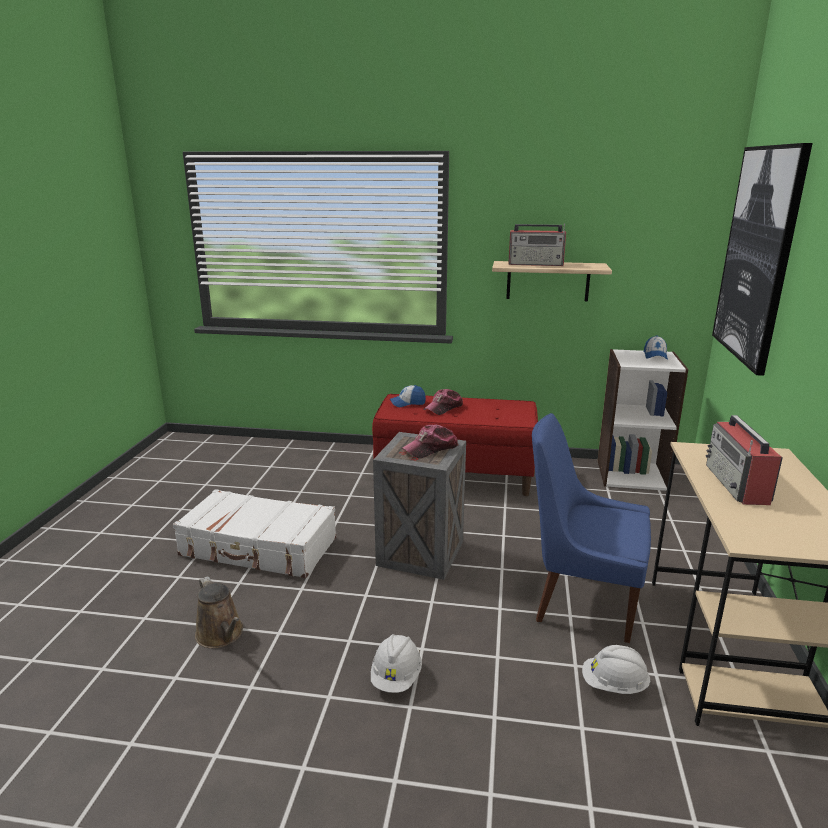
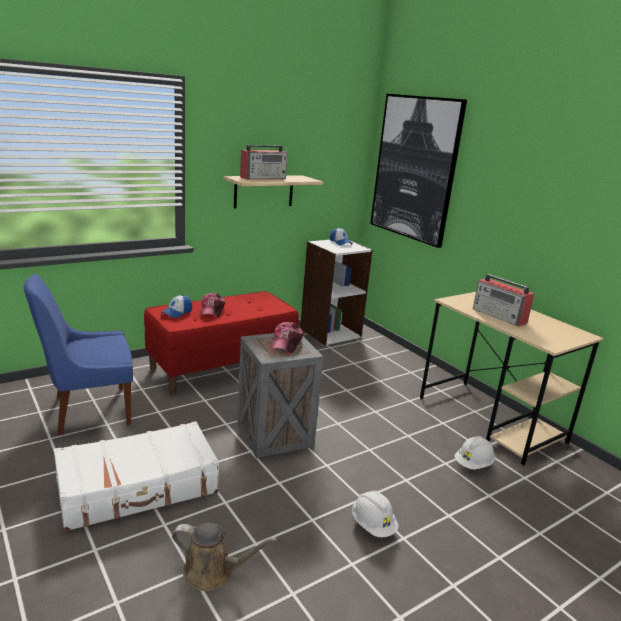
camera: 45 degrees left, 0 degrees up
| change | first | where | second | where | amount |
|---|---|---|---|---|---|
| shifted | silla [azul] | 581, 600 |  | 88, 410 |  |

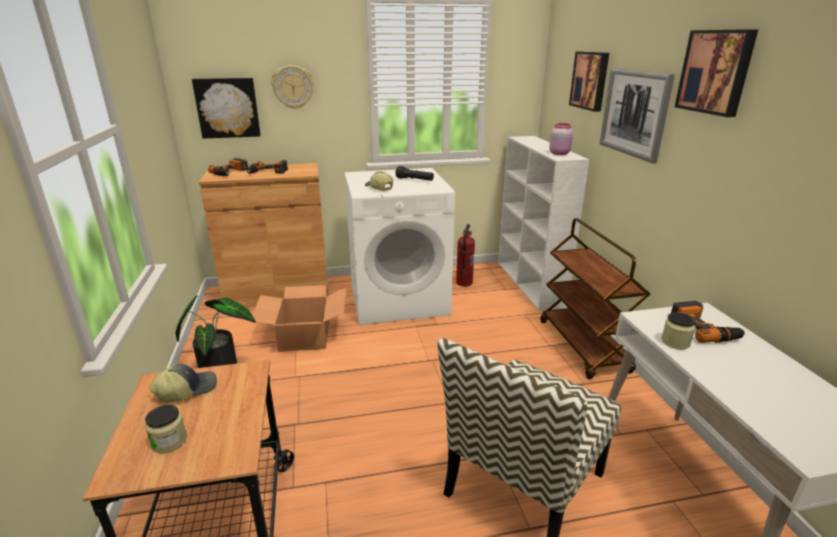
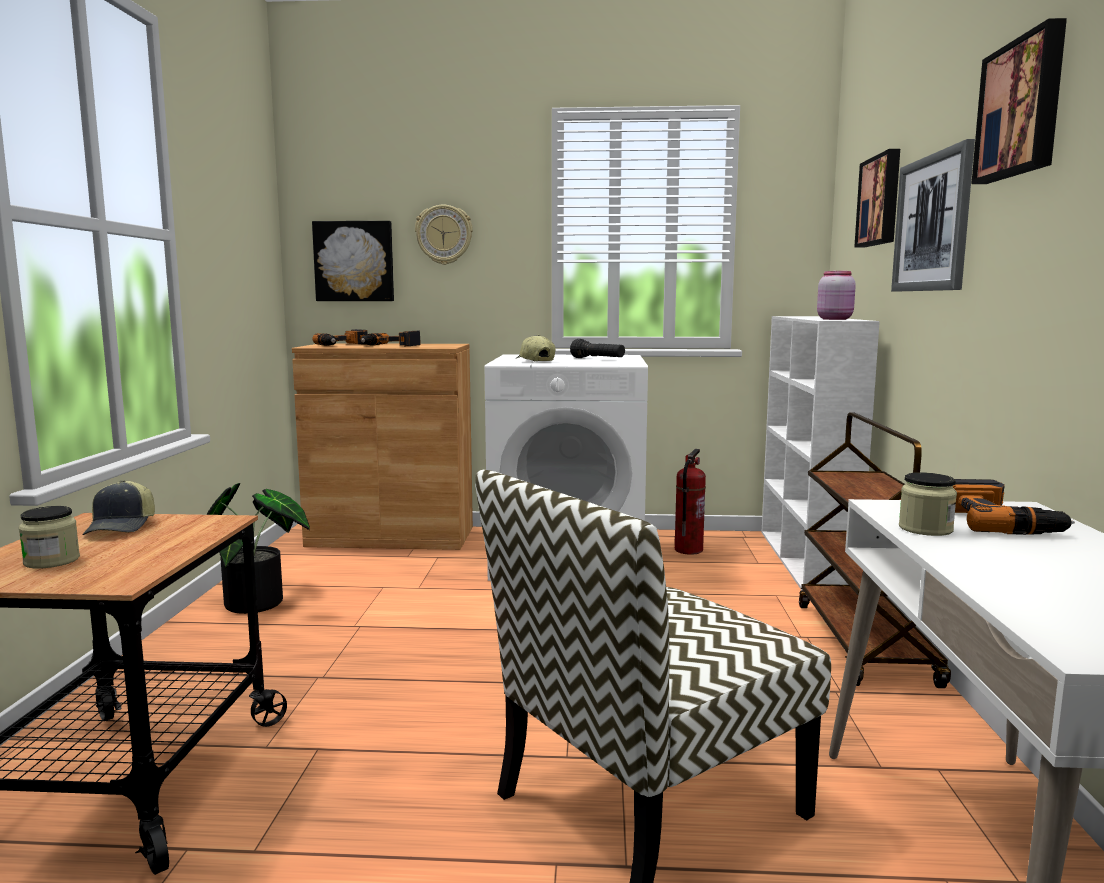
camera: 15 degrees right, 15 degrees down
| change | first | where | second | where | amount |
|---|---|---|---|---|---|
| gone | caja de cartón | 304, 336 |  |  |  |
| rotated | gorra | 187, 389 |  | 122, 527 | 105 degrees clockwise |

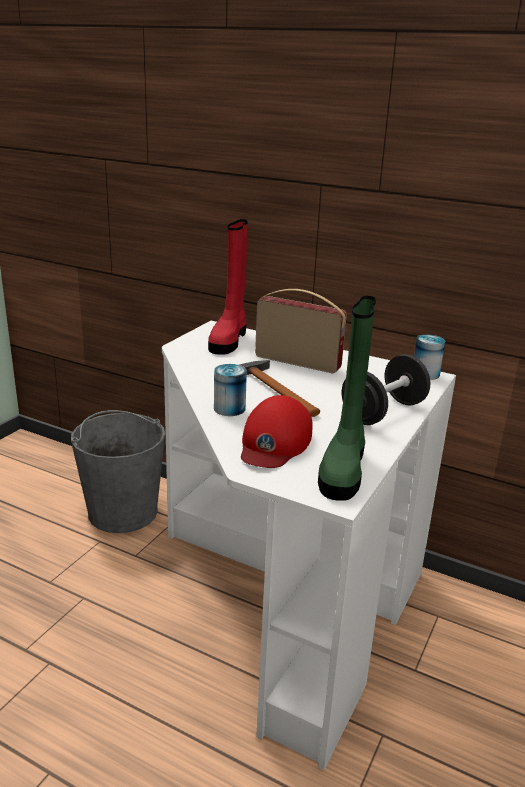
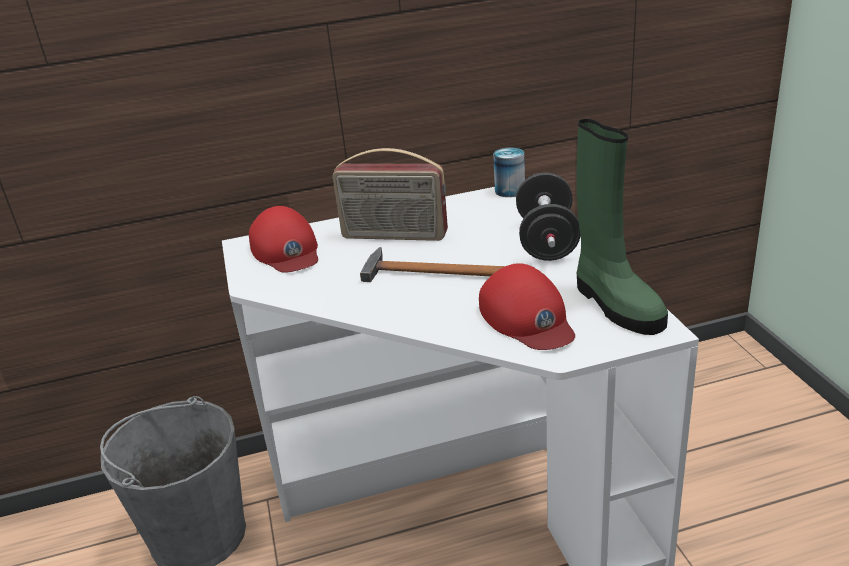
camera: 40 degrees left, 5 degrees up
| change | first | where | second | where | amount |
|---|---|---|---|---|---|
| swapped | bota [rojo] | 229, 340 | gorra [rojo] | 286, 250 |  |
| rotated | radio | 298, 362 |  | 394, 236 | 150 degrees counterclockwise |
| gone | lata | 229, 408 |  |  |  |

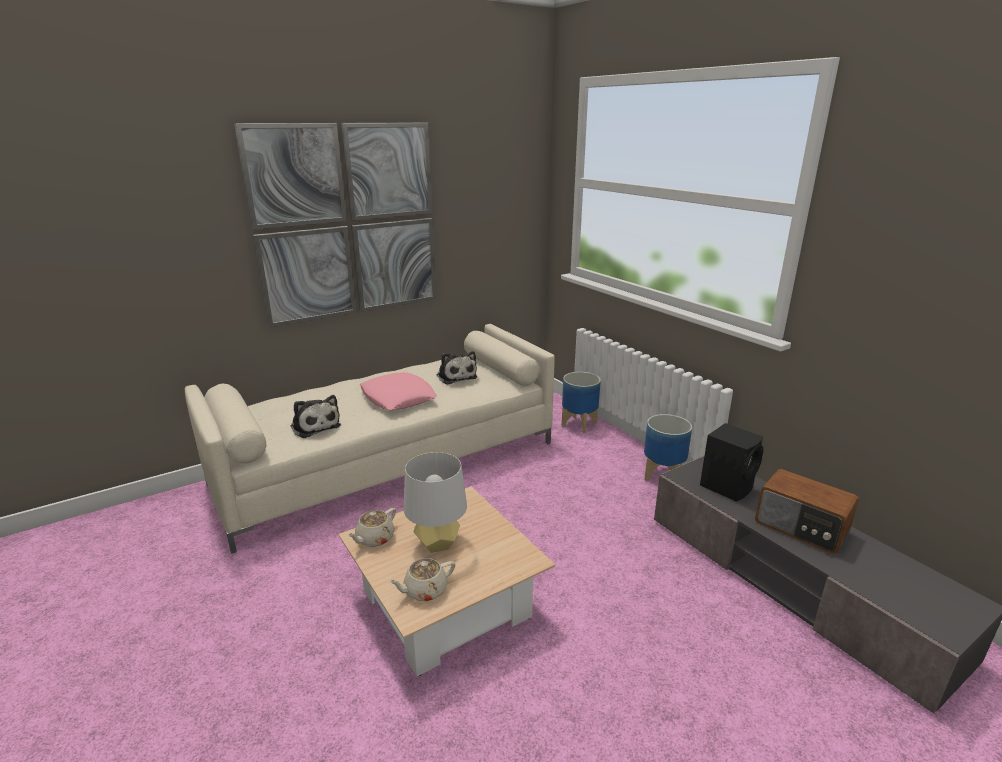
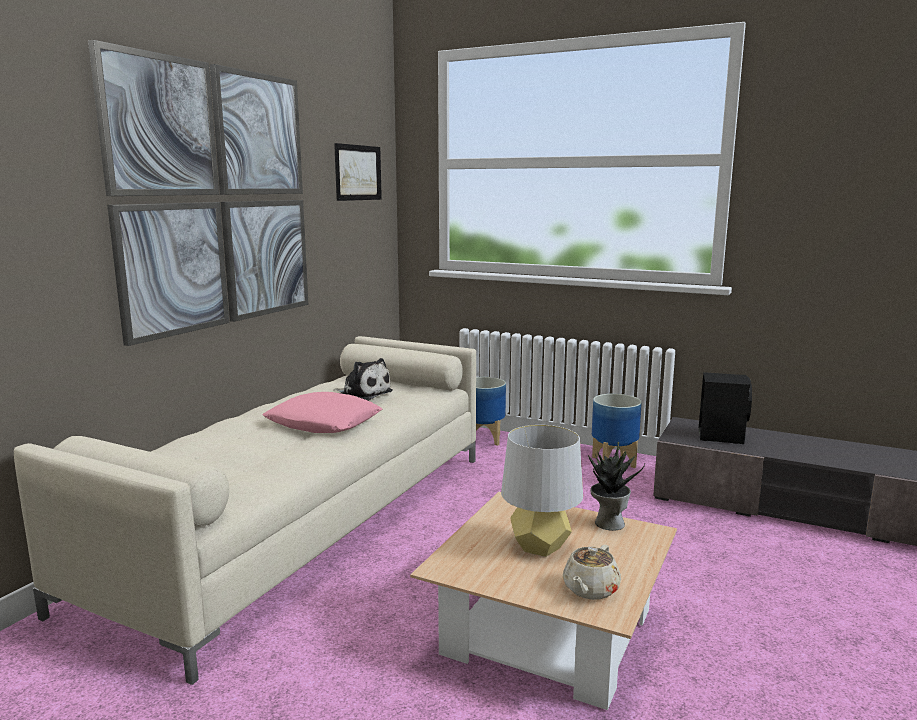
camera: 30 degrees left, 10 degrees down
| change | first | where | second | where | amount |
|---|---|---|---|---|---|
| gone | peluche | 315, 426 |  |  |  |
| gone | radio | 801, 527 |  |  |  |
| gone | tetera [beis] | 374, 538 |  |  |  |
| new |  |  | cuadro | 358, 172 |  |
| new |  |  | planta en maceta | 608, 523 |  |

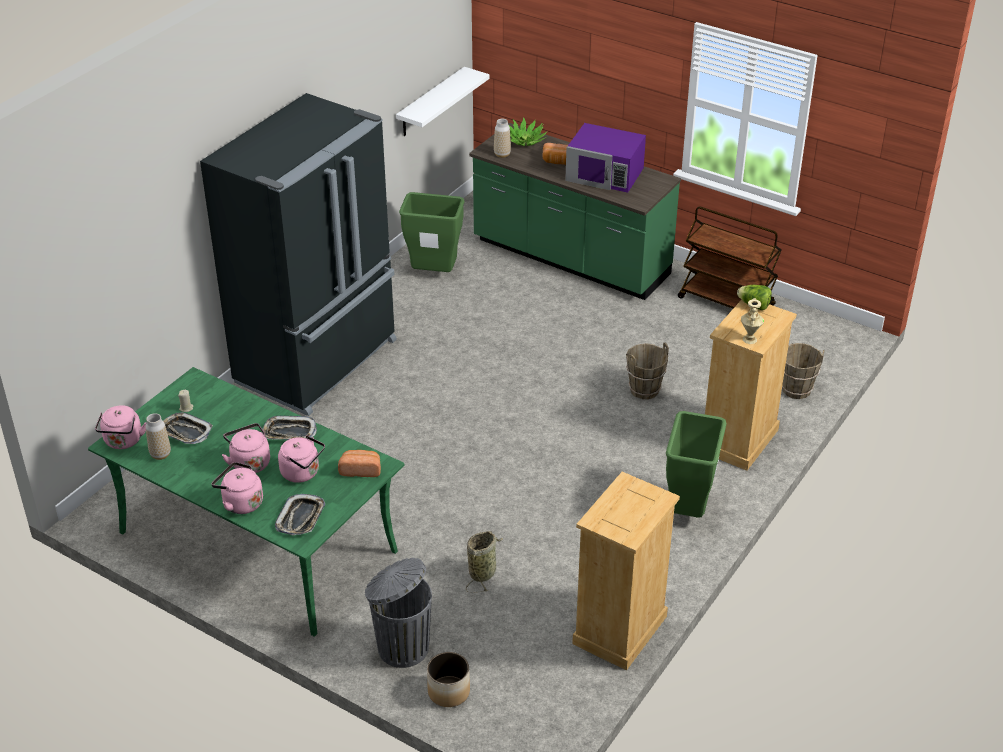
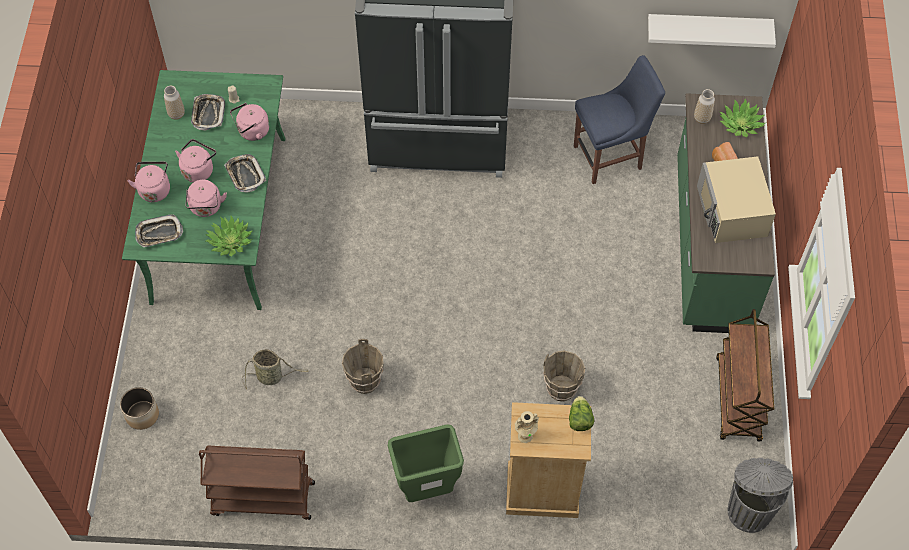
camera: 60 degrees right, 20 degrees up
| change | first | where | second | where | amount |
|---|---|---|---|---|---|
| repainted | microondas [morado] | 605, 174 | microondas [beis] | 732, 211 |  |
| swapped | papelera [verde] | 435, 274 | silla [azul] | 611, 156 |  |
| shifted | cubo [marrón] | 796, 390 |  | 364, 381 |  |
| shifted | hervidor [rosa] | 123, 442 |  | 252, 132 |  |
| swapped | pan | 360, 470 | planta en maceta | 230, 241 |  |
| swapped | cómoda [beis] | 620, 630 | carrito [marrón] | 262, 499 |  |
| shifted | papelera [gris] | 401, 647 |  | 749, 510 |  |

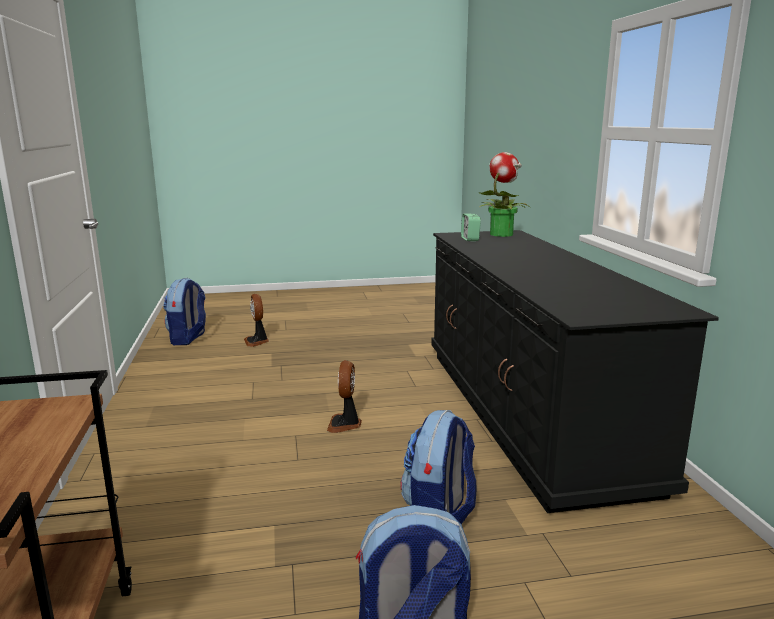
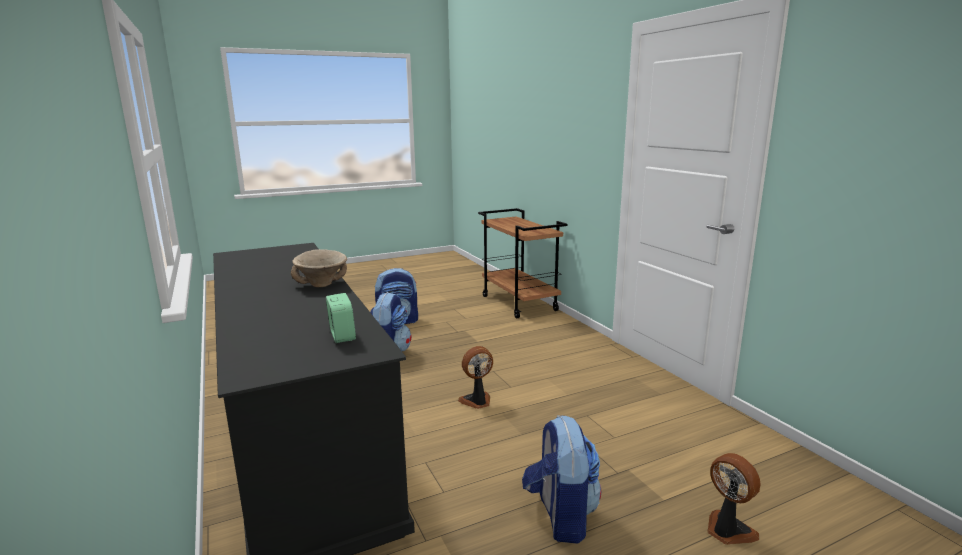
camera: 165 degrees right, 0 degrees up
| change | first | where | second | where | amount |
|---|---|---|---|---|---|
| gone | planta en maceta | 501, 234 |  |  |  |
| shifted | mochila | 188, 339 |  | 560, 516 |  |
| rotated | ventilador | 345, 424 |  | 477, 401 | 105 degrees counterclockwise |
| new |  |  | cuenco [beis] | 322, 285 |  |

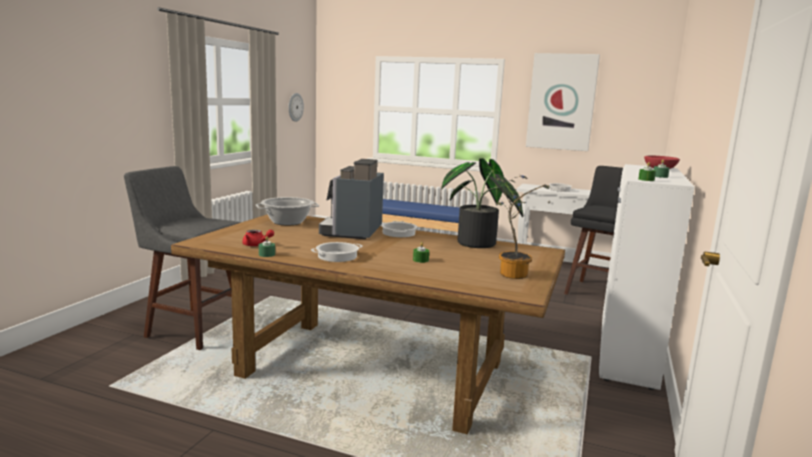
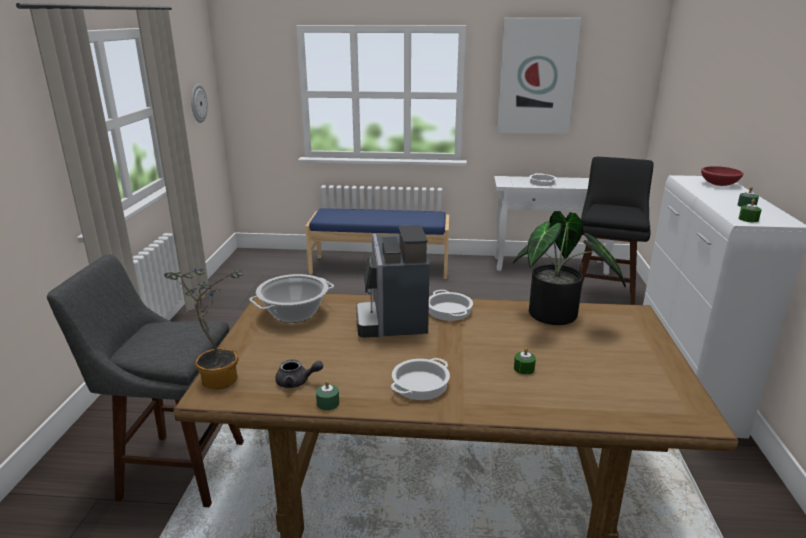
camera: 15 degrees left, 10 degrees up
| change | first | where | second | where | amount |
|---|---|---|---|---|---|
| shifted | planta en maceta | 511, 273 |  | 218, 377 |  |
| repainted | tetera [rojo] | 257, 245 | tetera [gris] | 297, 382 |  |

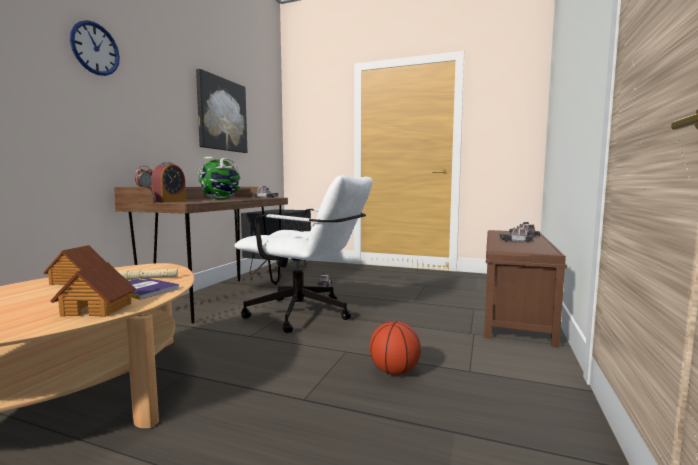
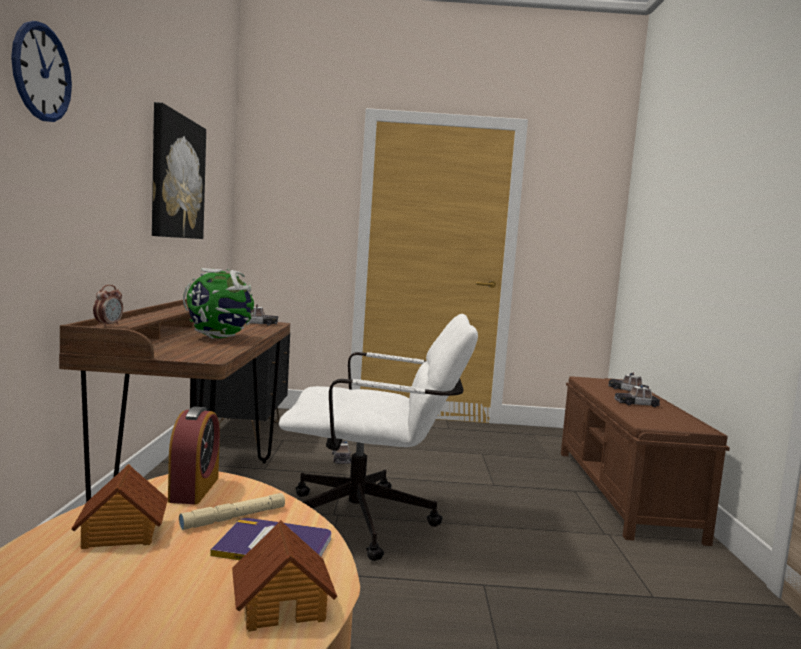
camera: 20 degrees left, 0 degrees up
| change | first | where | second | where | amount |
|---|---|---|---|---|---|
| shifted | despertador | 170, 201 |  | 194, 489 |  |
| gone | balón de baloncesto | 394, 371 |  |  |  |

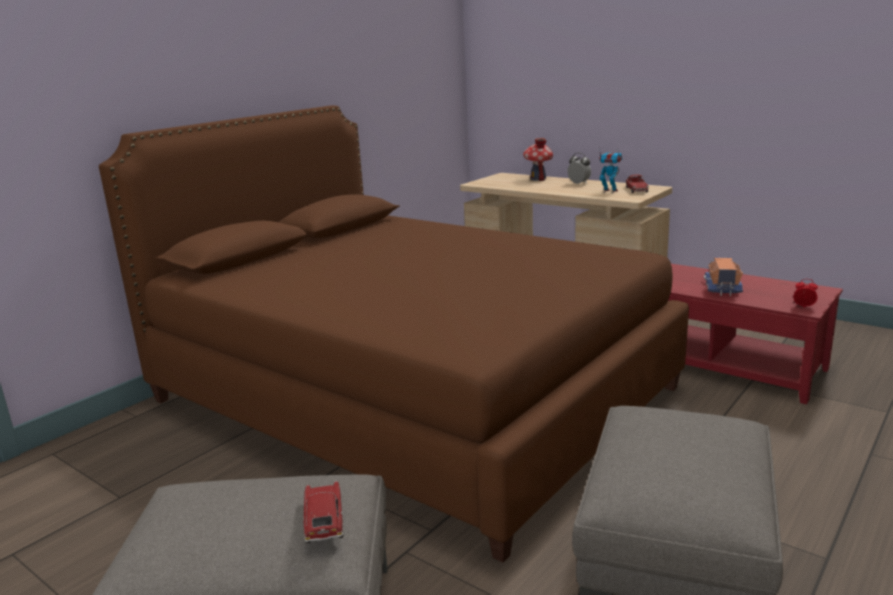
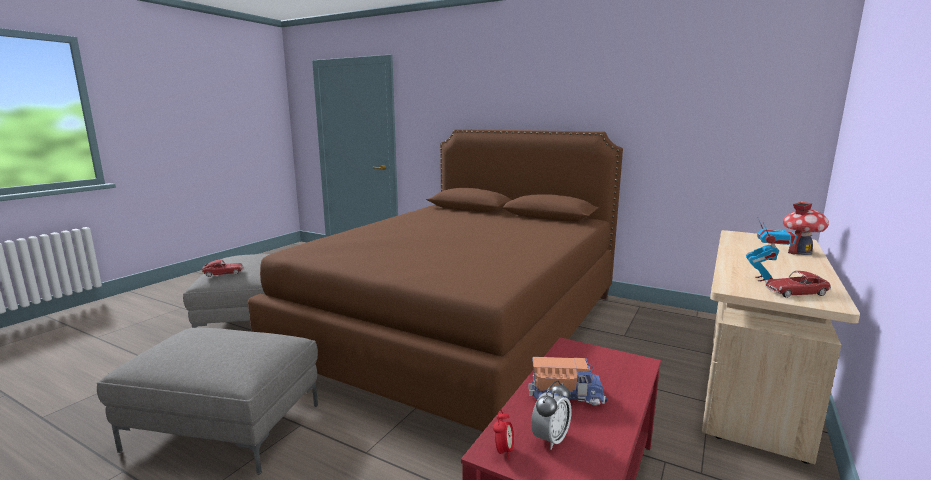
camera: 80 degrees right, 5 degrees down
| change | first | where | second | where | amount |
|---|---|---|---|---|---|
| shifted | despertador | 579, 183 |  | 550, 439 |  |

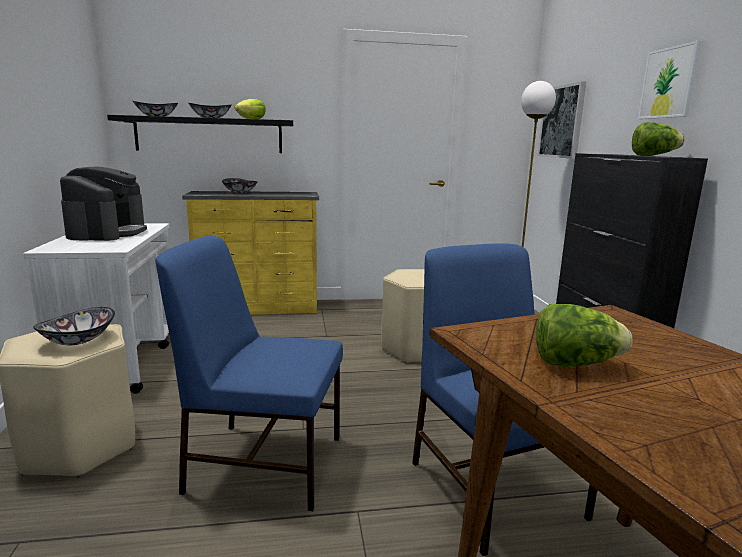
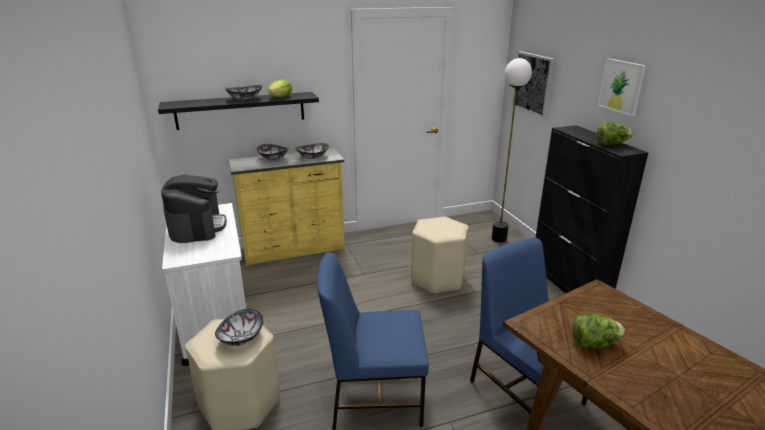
camera: 10 degrees left, 10 degrees up
| change | first | where | second | where | amount |
|---|---|---|---|---|---|
| shifted | cuenco | 156, 116 |  | 313, 157 |  |

